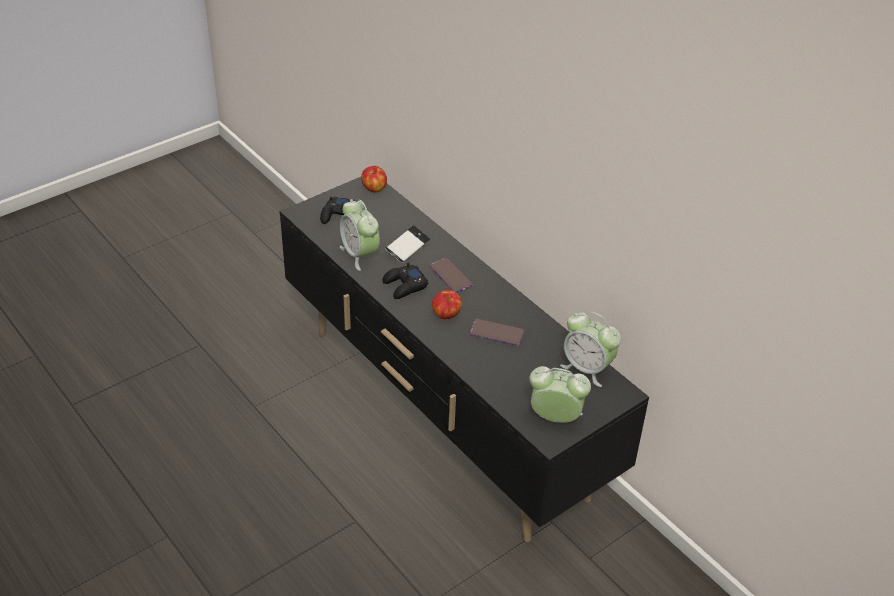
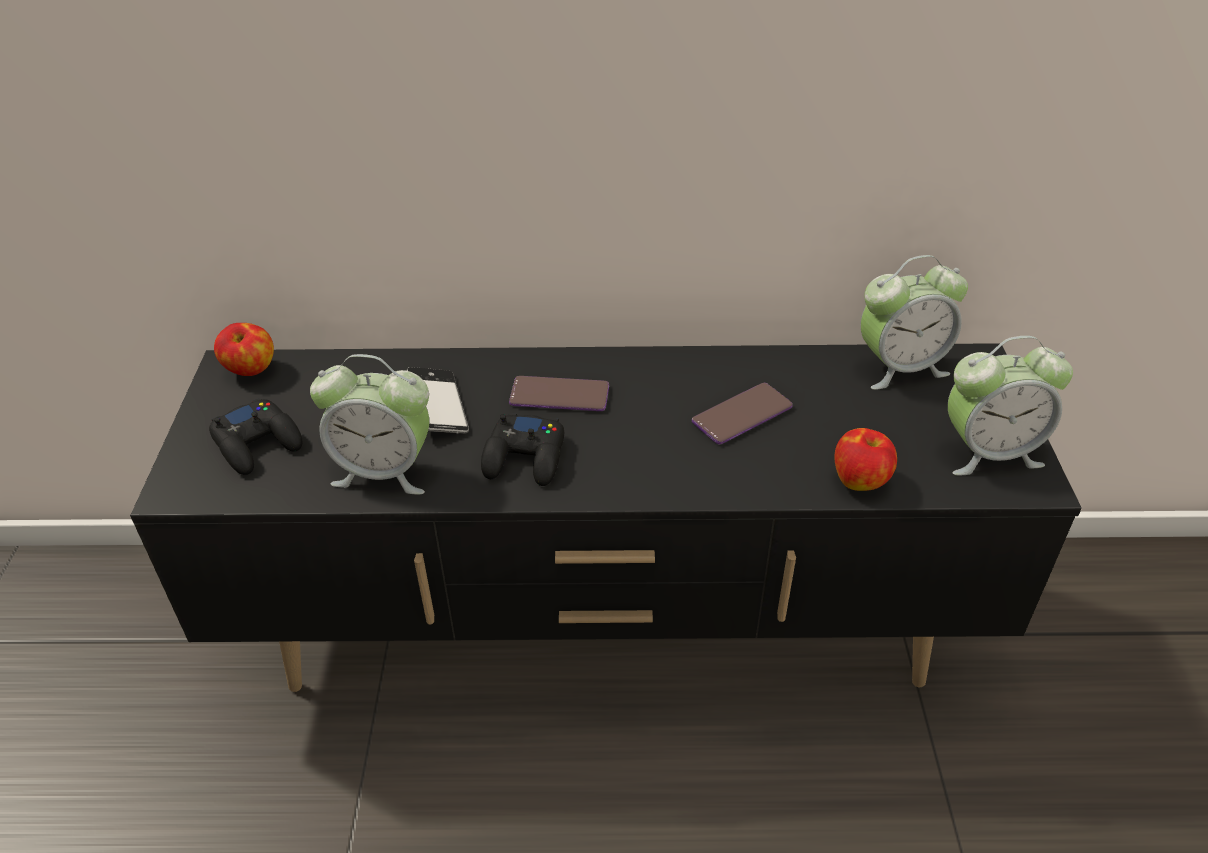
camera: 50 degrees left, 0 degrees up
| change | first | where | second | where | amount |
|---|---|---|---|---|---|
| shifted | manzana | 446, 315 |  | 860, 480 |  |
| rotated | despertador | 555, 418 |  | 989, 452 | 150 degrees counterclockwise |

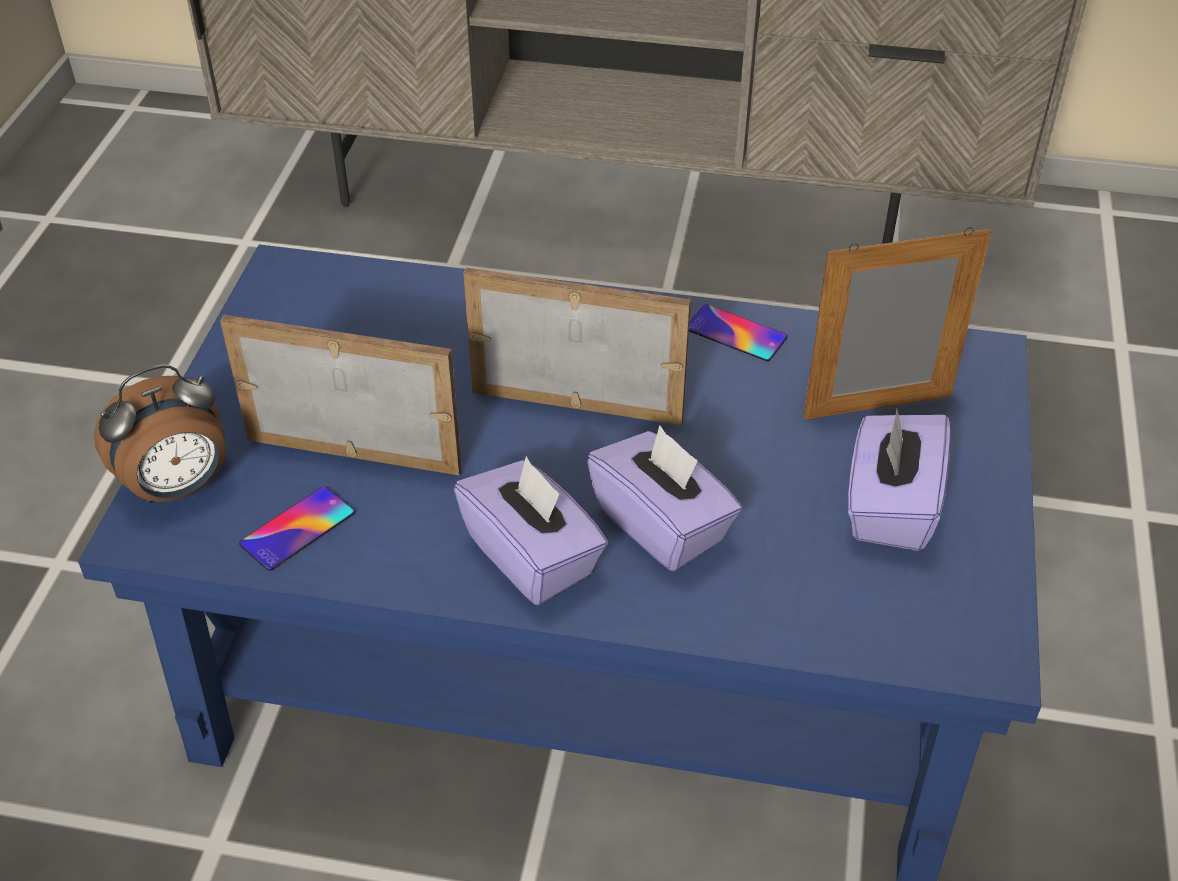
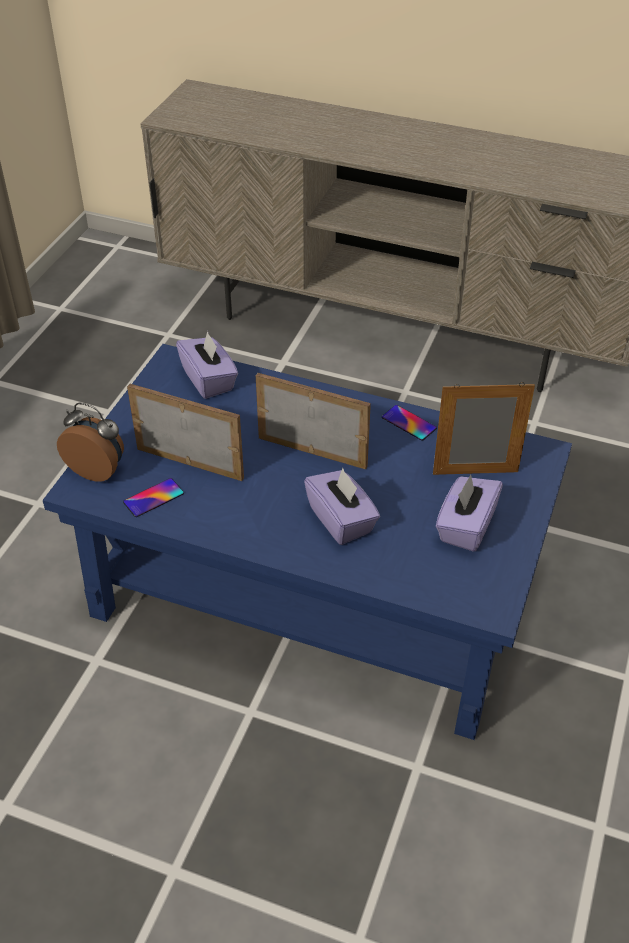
camera: 10 degrees right, 0 degrees up
| change | first | where | second | where | amount |
|---|---|---|---|---|---|
| rotated | despertador | 179, 487 |  | 98, 469 | 135 degrees counterclockwise |
| shifted | caja de pañuelos [morado] | 532, 556 |  | 209, 380 |  |

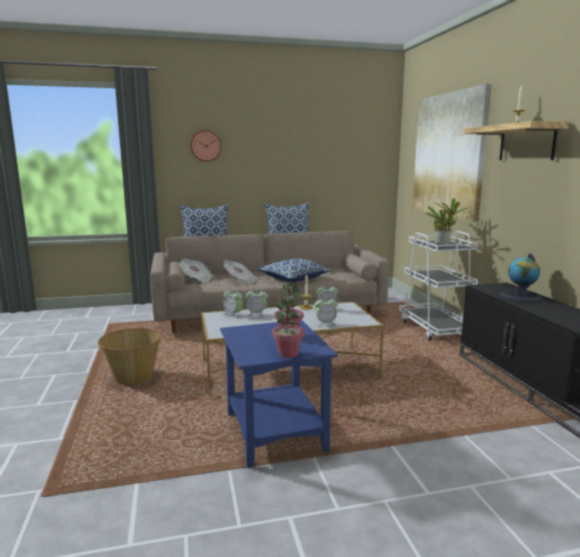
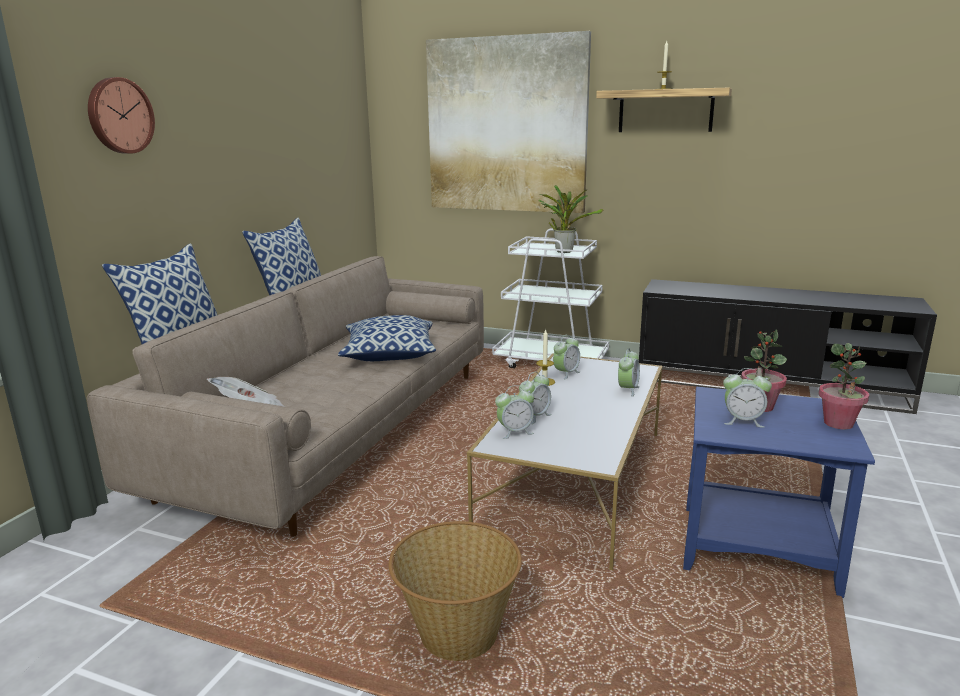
camera: 55 degrees left, 5 degrees up
| change | first | where | second | where | amount |
|---|---|---|---|---|---|
| gone | globo terráqueo | 521, 296 |  |  |  |
| gone | periódico | 240, 280 |  |  |  |
| new |  |  | despertador | 743, 421 |  |

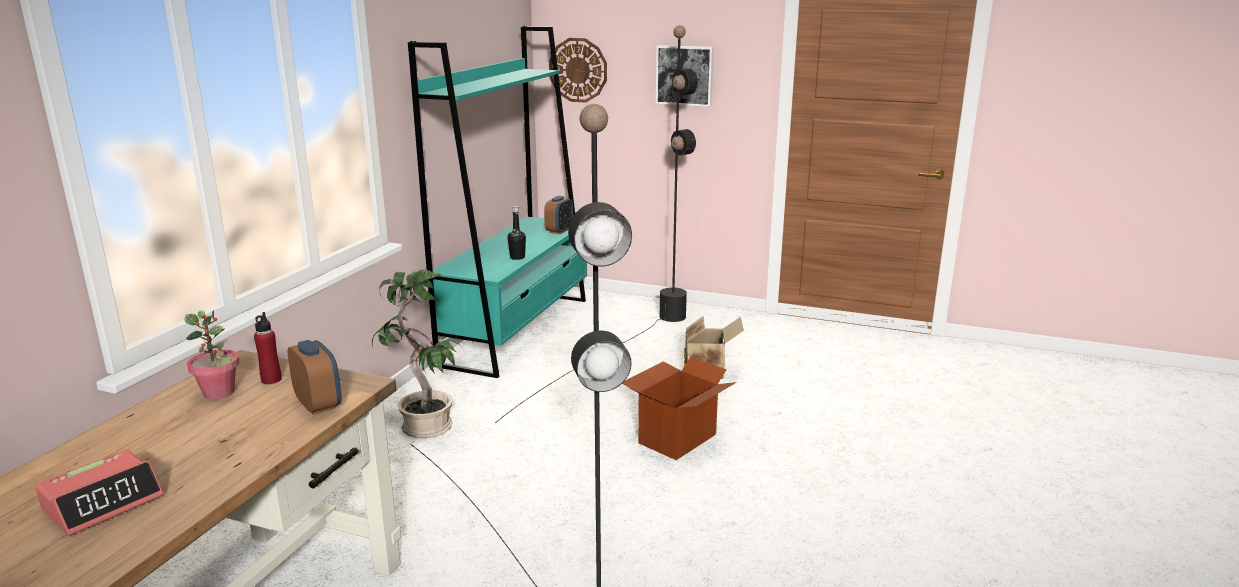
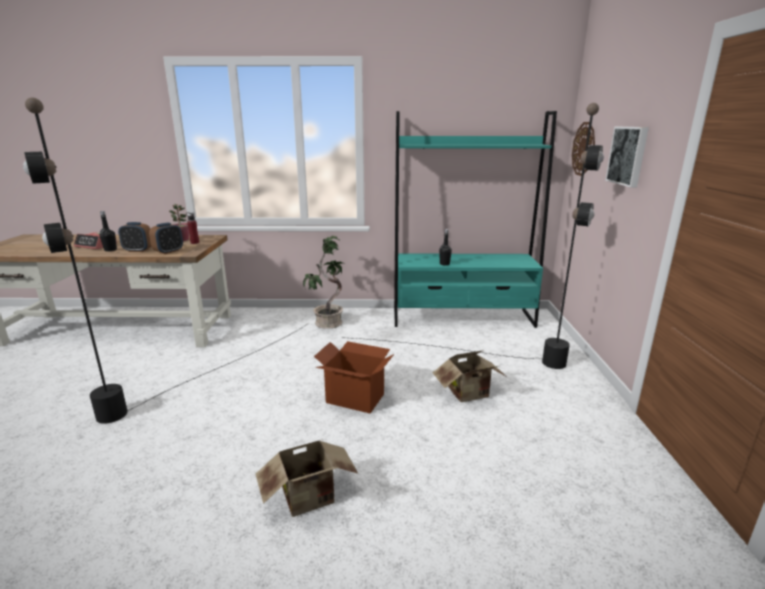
camera: 70 degrees right, 0 degrees up
| change | first | where | second | where | amount |
|---|---|---|---|---|---|
| shifted | despertador | 559, 231 |  | 138, 250 |  |
| new |  |  | botella [negro] | 110, 250 |  |
| new |  |  | caja de cartón | 310, 499 |  |

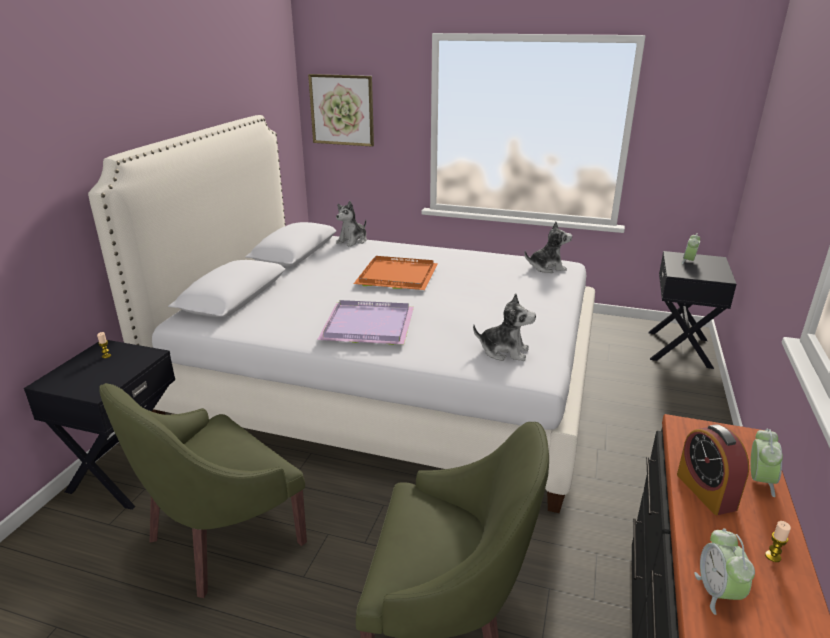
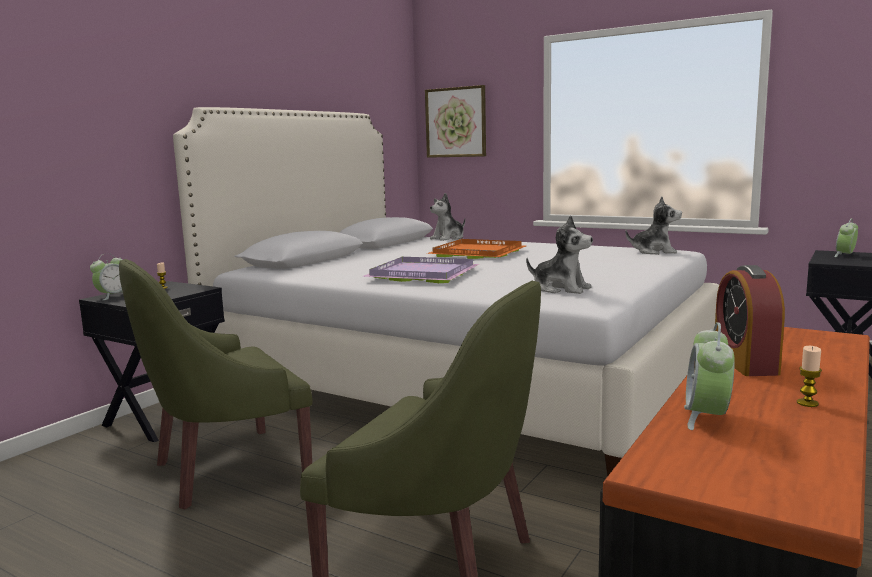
camera: 15 degrees right, 15 degrees down
| change | first | where | second | where | amount |
|---|---|---|---|---|---|
| shifted | despertador | 759, 481 |  | 112, 296 |  |

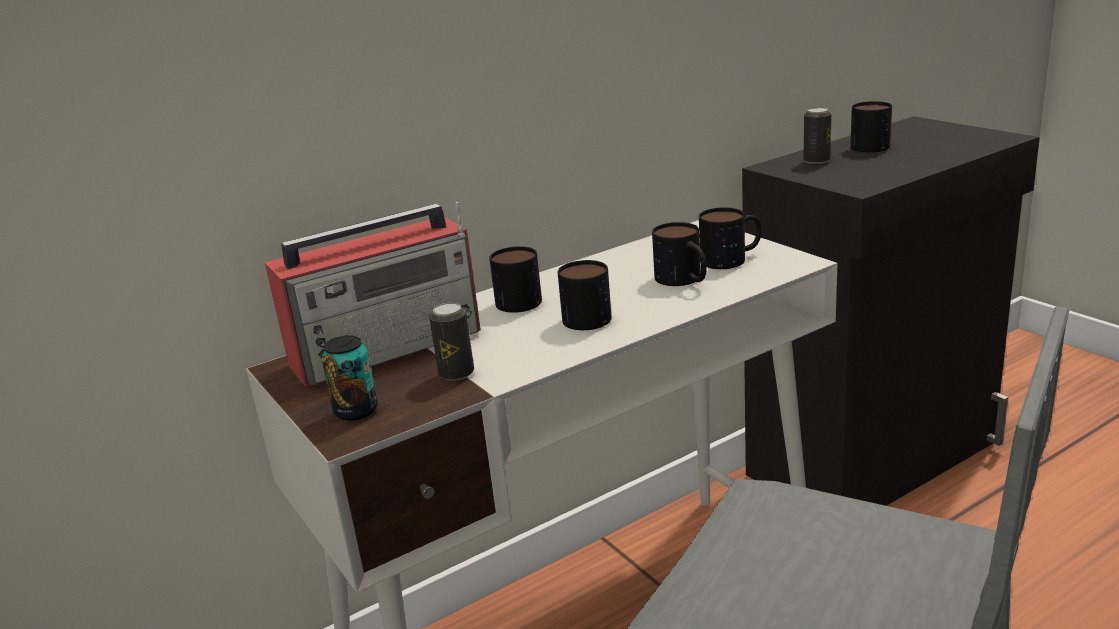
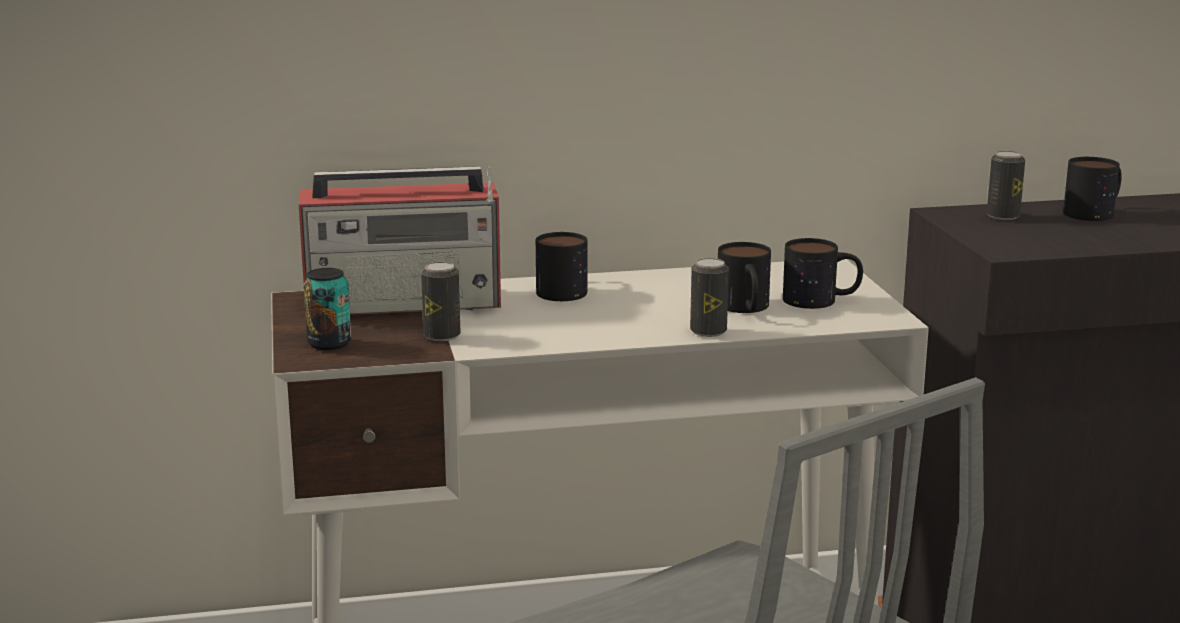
camera: 20 degrees right, 5 degrees down
| change | first | where | second | where | amount |
|---|---|---|---|---|---|
| gone | taza grande | 588, 314 |  |  |  |
| new |  |  | lata | 708, 331 |  |

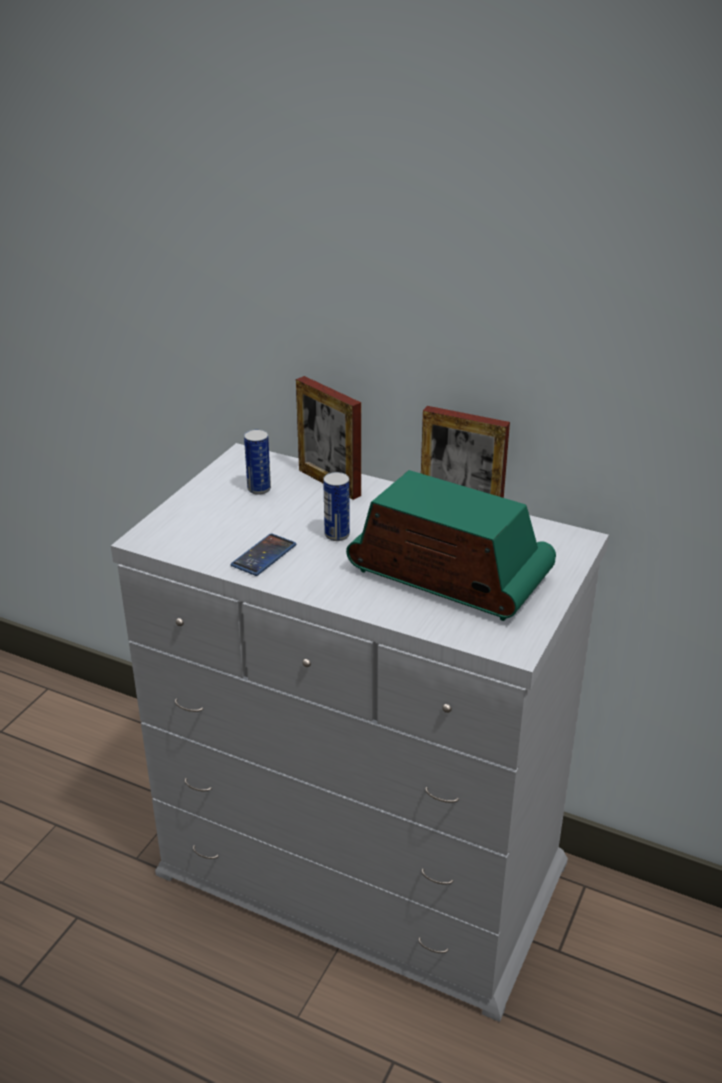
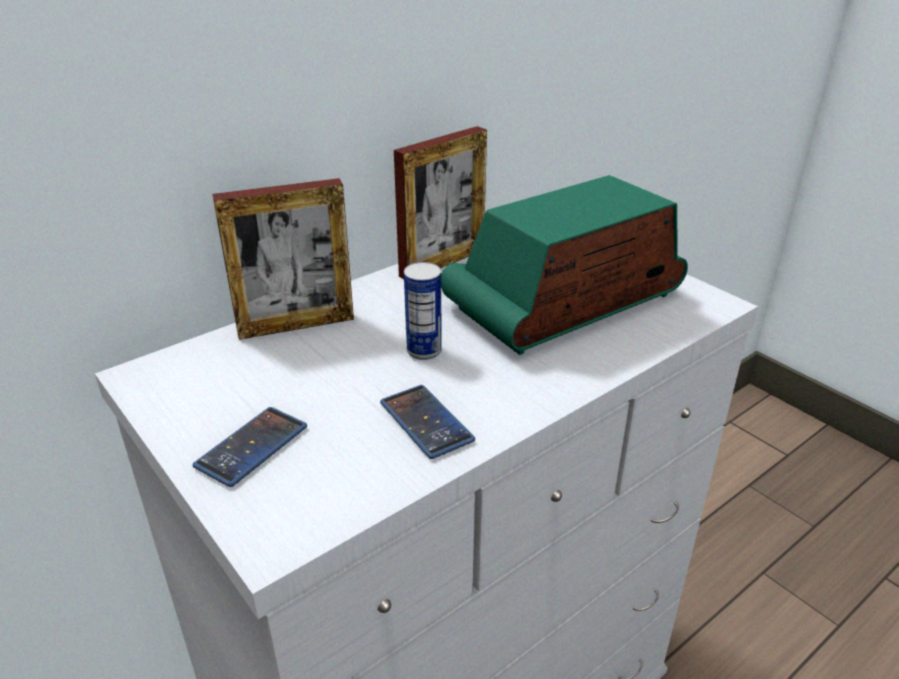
camera: 65 degrees left, 0 degrees up
| change | first | where | second | where | amount |
|---|---|---|---|---|---|
| gone | lata | 259, 489 |  |  |  |
| new |  |  | móvil | 252, 446 |  |

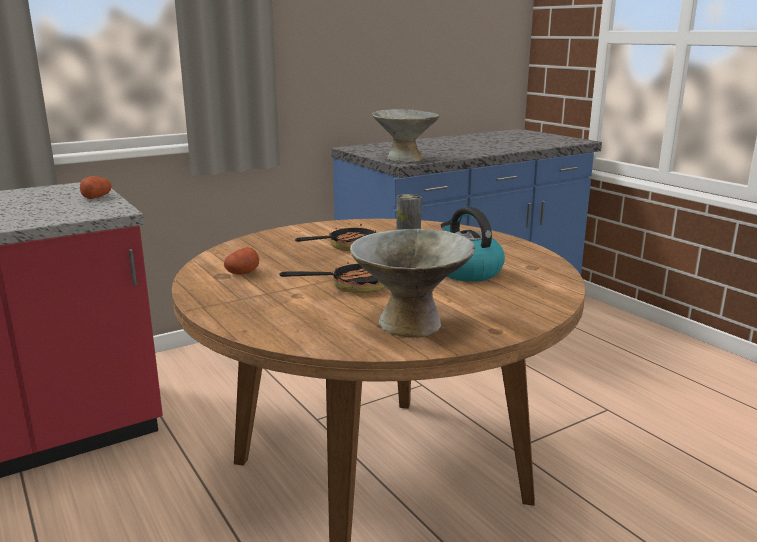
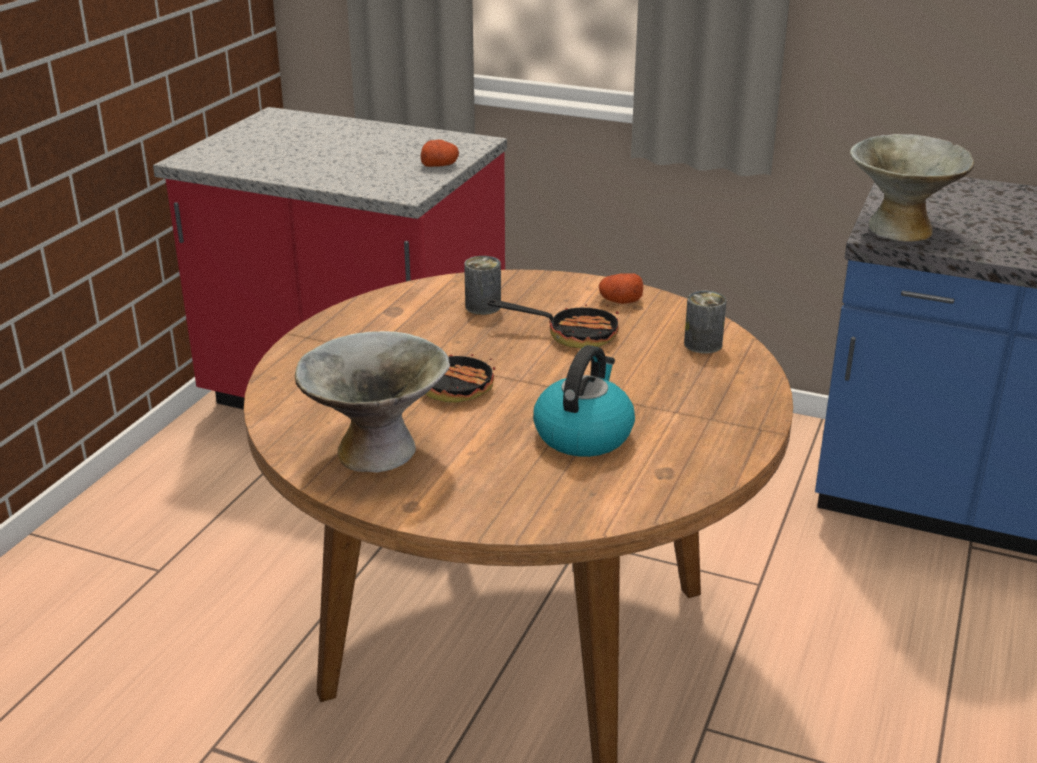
camera: 55 degrees right, 10 degrees up
| change | first | where | second | where | amount |
|---|---|---|---|---|---|
| shifted | patata | 242, 273 |  | 620, 301 |  |
| new |  |  | lata | 483, 306 |  |

